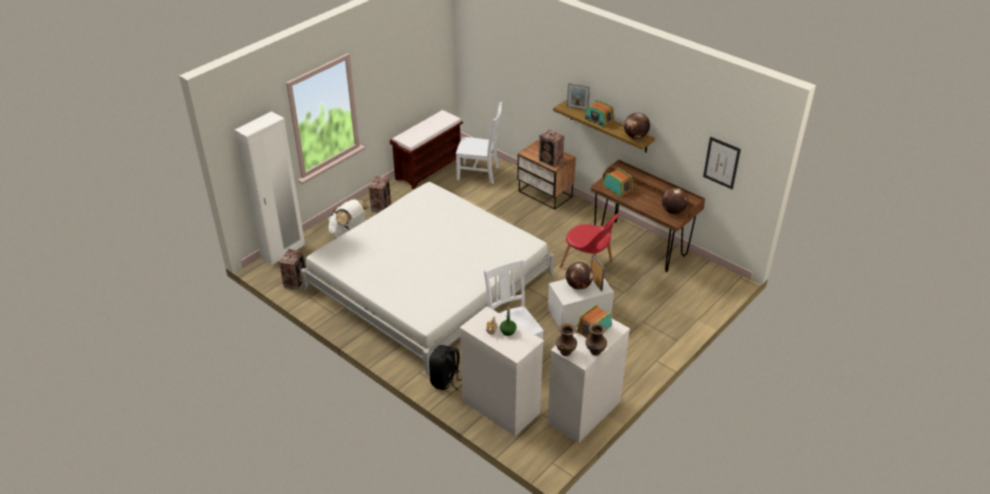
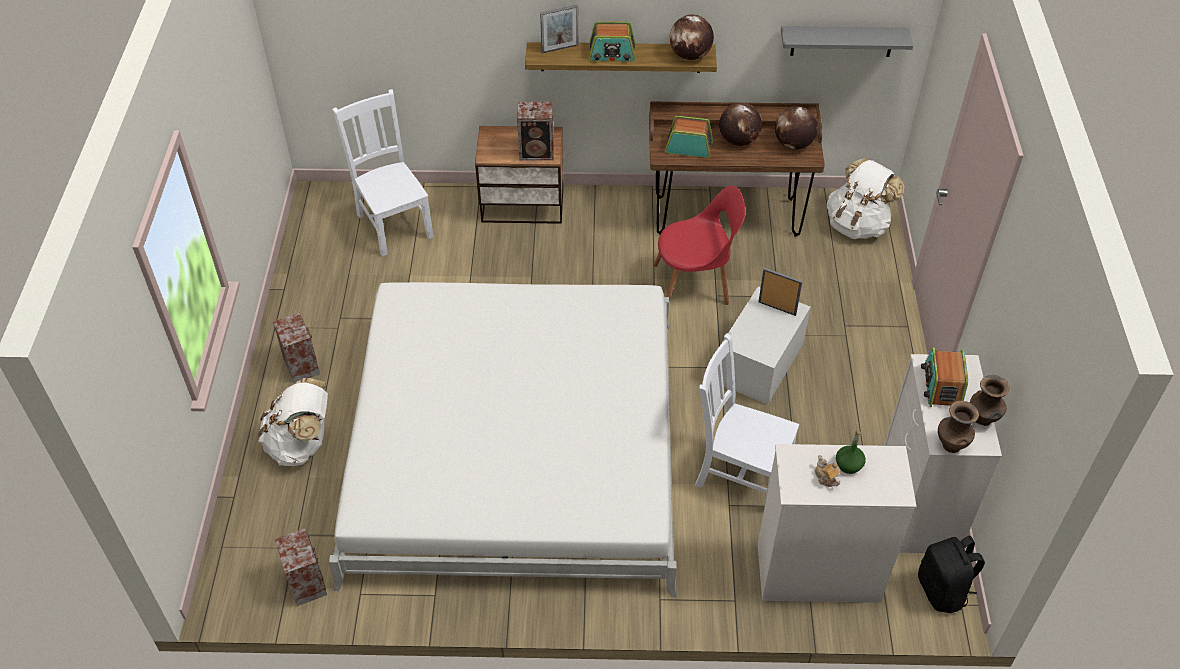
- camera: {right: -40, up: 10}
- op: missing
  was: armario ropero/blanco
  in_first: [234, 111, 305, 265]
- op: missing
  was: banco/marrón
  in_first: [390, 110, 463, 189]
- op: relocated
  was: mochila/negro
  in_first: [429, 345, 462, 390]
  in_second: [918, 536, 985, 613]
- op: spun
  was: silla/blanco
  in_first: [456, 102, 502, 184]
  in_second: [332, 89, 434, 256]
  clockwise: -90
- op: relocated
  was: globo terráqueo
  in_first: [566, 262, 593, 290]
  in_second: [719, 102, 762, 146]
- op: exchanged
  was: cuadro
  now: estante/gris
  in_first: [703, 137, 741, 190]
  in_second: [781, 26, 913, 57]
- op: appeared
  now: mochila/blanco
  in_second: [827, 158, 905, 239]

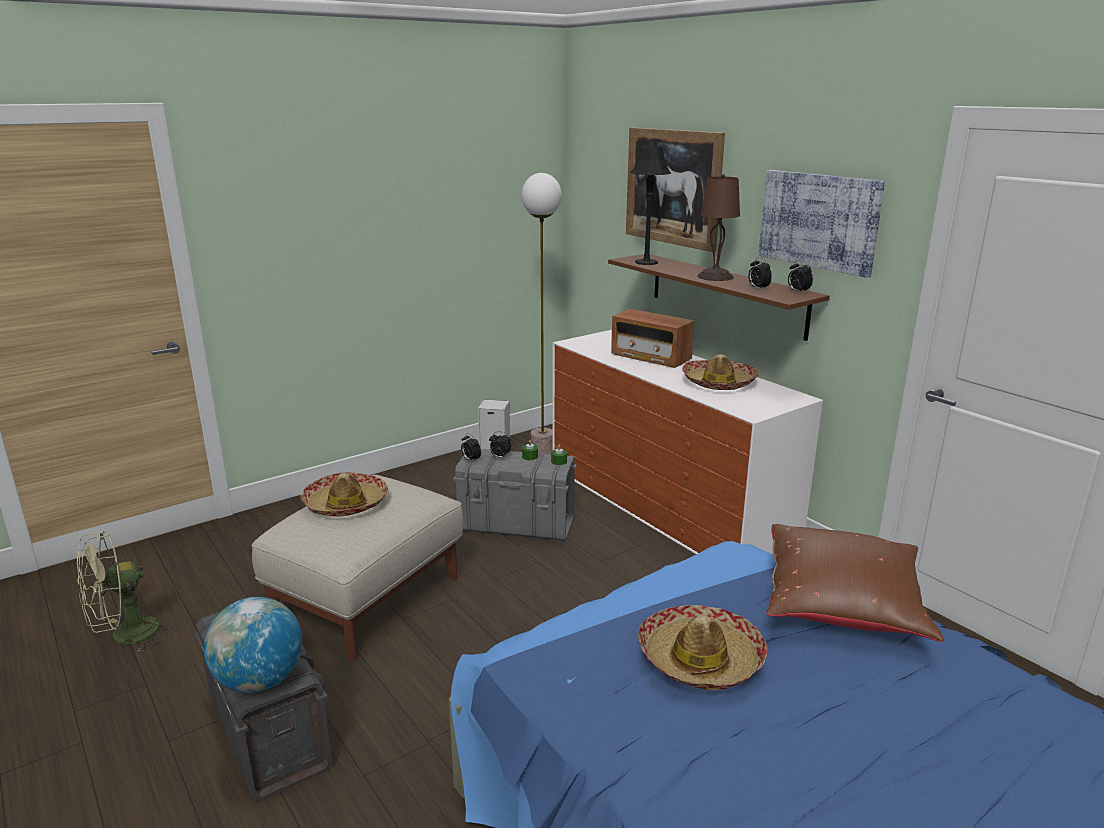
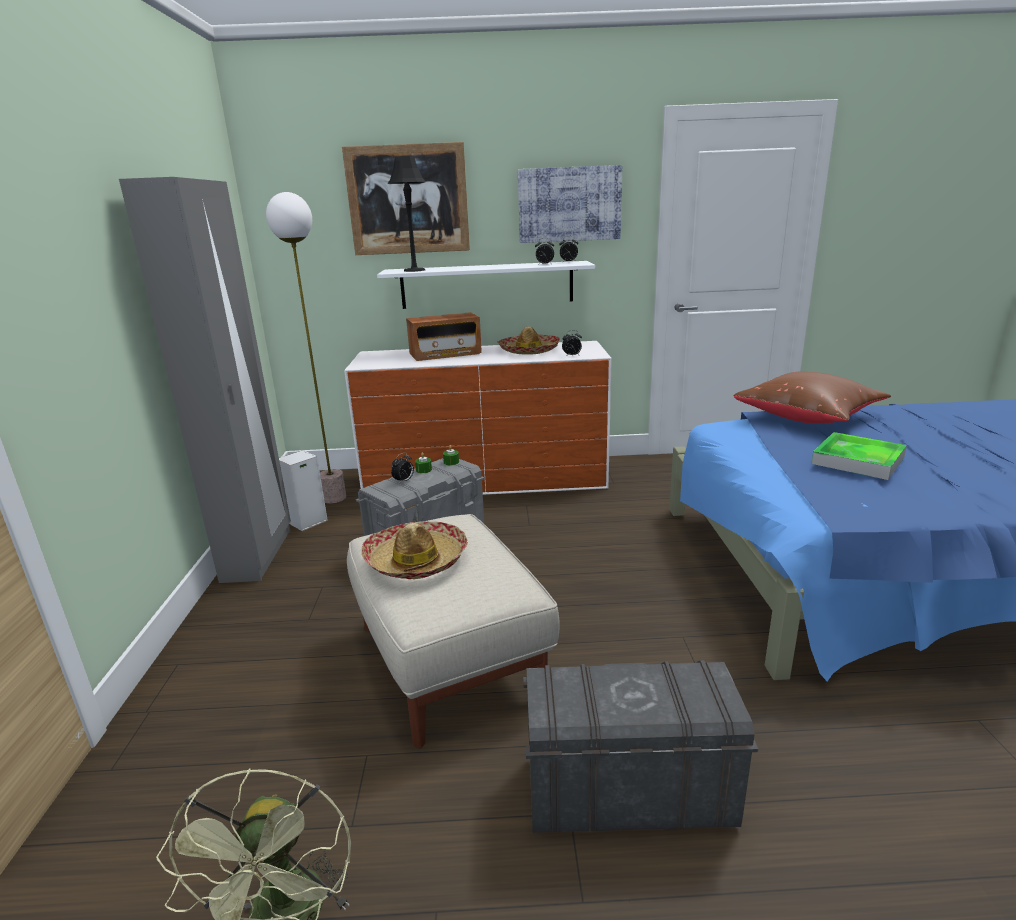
- camera: {right: -55, up: 0}
- op: missing
  was: globo terráqueo
  in_first: [204, 597, 302, 693]
- op: relocated
  was: despertador
  in_first: [461, 433, 481, 462]
  in_second: [562, 330, 582, 357]
- op: colour
  was: estante/marrón
  now: estante/blanco
  in_first: [608, 254, 830, 341]
  in_second: [377, 261, 595, 309]
- op: exchanged
  was: sombrero
  now: bandeja
  in_first: [638, 605, 768, 690]
  in_second: [811, 432, 907, 480]
- op: missing
  was: lámpara de mesa/marrón
  in_first: [697, 174, 740, 281]
- op: appeared
  now: armario ropero/gris
  in_second: [119, 177, 291, 583]

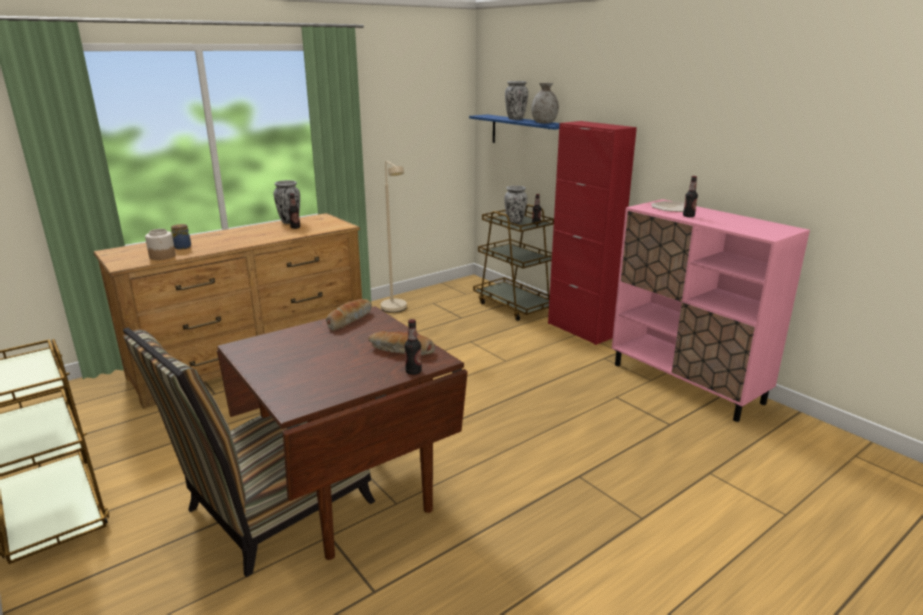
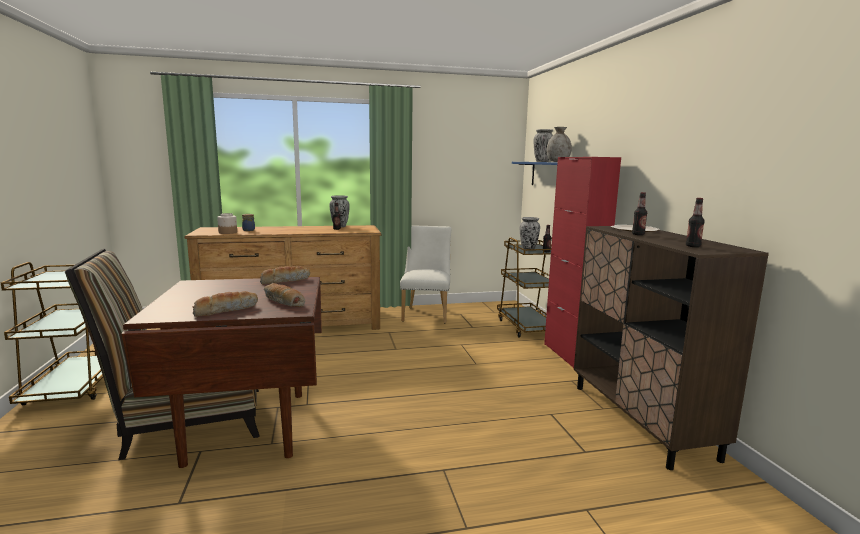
- camera: {right: 25, up: -10}
- op: exchanged
  was: lámpara de pie/beis
  now: silla/blanco
  in_first: [381, 161, 407, 313]
  in_second: [400, 225, 452, 323]
- op: relocated
  was: botella
  in_first: [404, 319, 422, 375]
  in_second: [686, 198, 705, 247]
- op: colour
  was: armario/rosa
  now: armario/marrón
  in_first: [612, 199, 810, 422]
  in_second: [574, 226, 769, 470]
- op: appeared
  now: pan
  in_second: [193, 291, 258, 317]

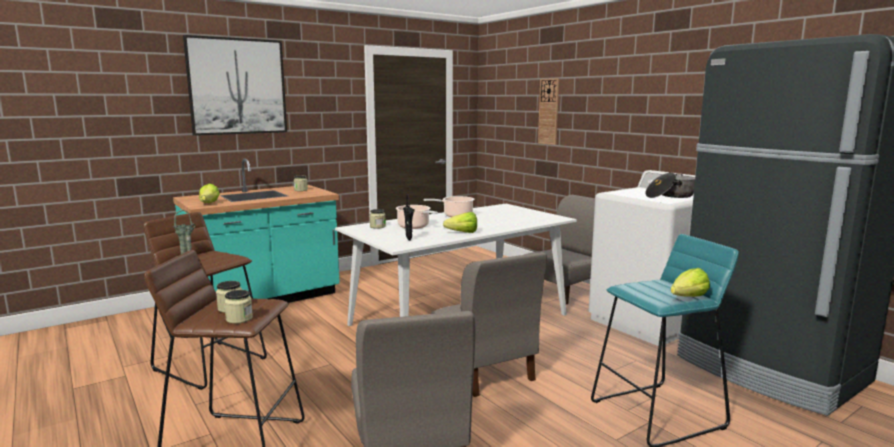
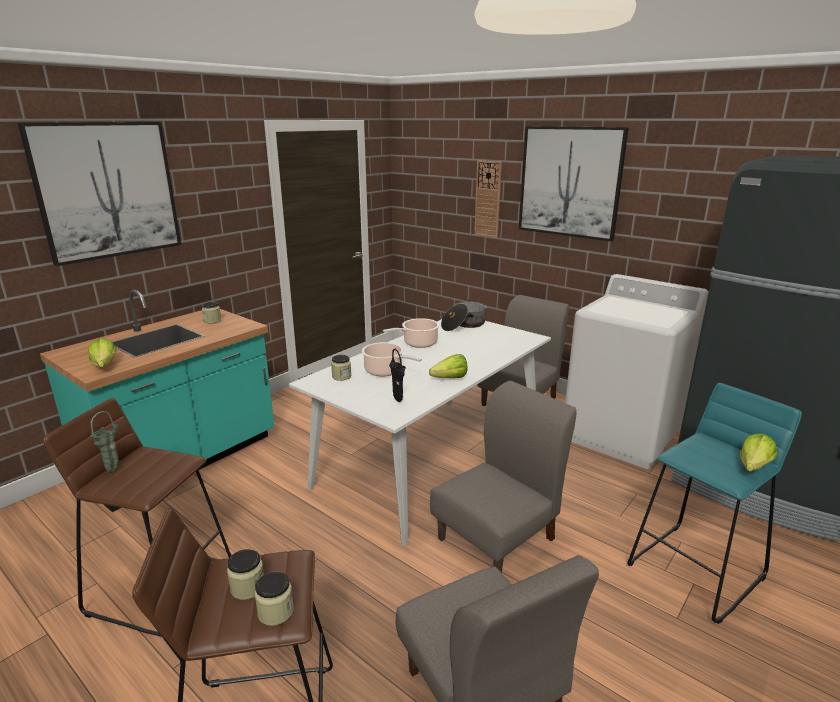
- camera: {right: -15, up: 10}
- op: spun
  was: silla/gris
  in_first: [431, 252, 547, 397]
  in_second: [430, 381, 577, 573]
  clockwise: -90
- op: relocated
  was: olla
  in_first: [645, 172, 695, 198]
  in_second: [441, 299, 487, 331]
- op: appeared
  now: cuadro
  in_second: [519, 126, 629, 242]

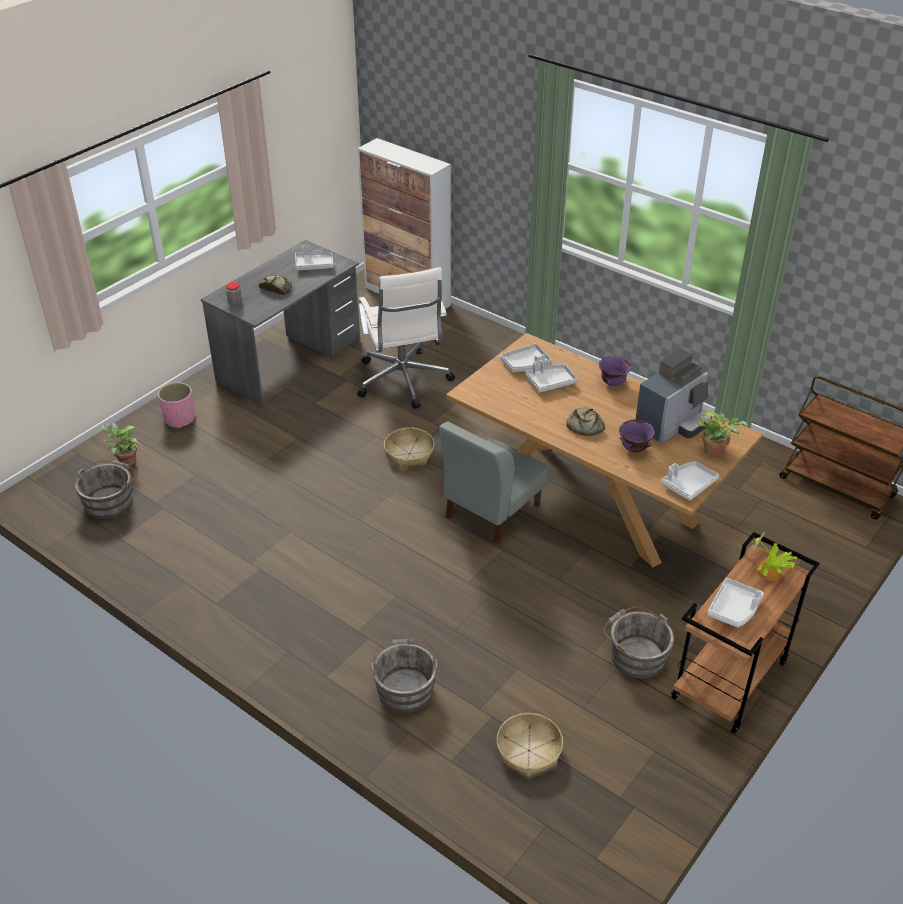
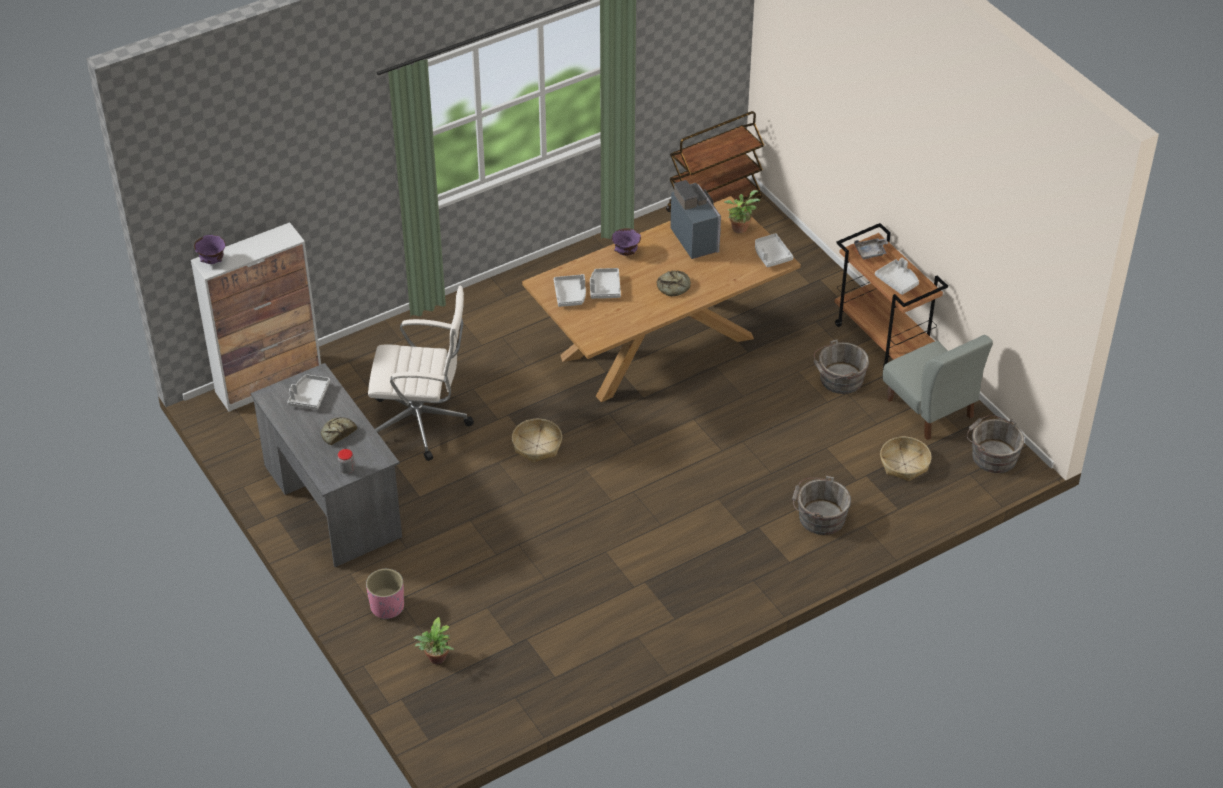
- camera: {right: -70, up: 5}
- op: relocated
  was: cubo/gris
  in_first: [75, 460, 136, 519]
  in_second: [966, 415, 1025, 473]
- op: relocated
  was: silla/gris
  in_first: [439, 421, 549, 544]
  in_second: [883, 335, 993, 440]
- op: relocated
  was: cuenco/morado
  in_first: [619, 420, 655, 453]
  in_second: [194, 235, 226, 264]
- op: exchanged
  was: planta en maceta
  now: bandeja/gris
  in_first: [752, 532, 798, 581]
  in_second: [854, 238, 889, 260]

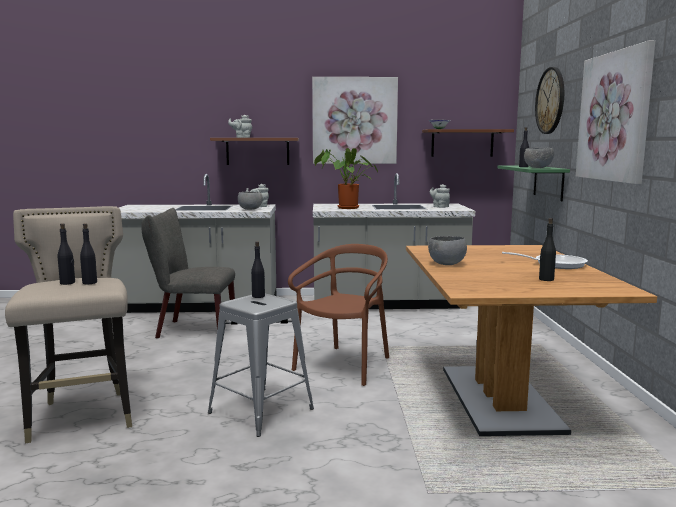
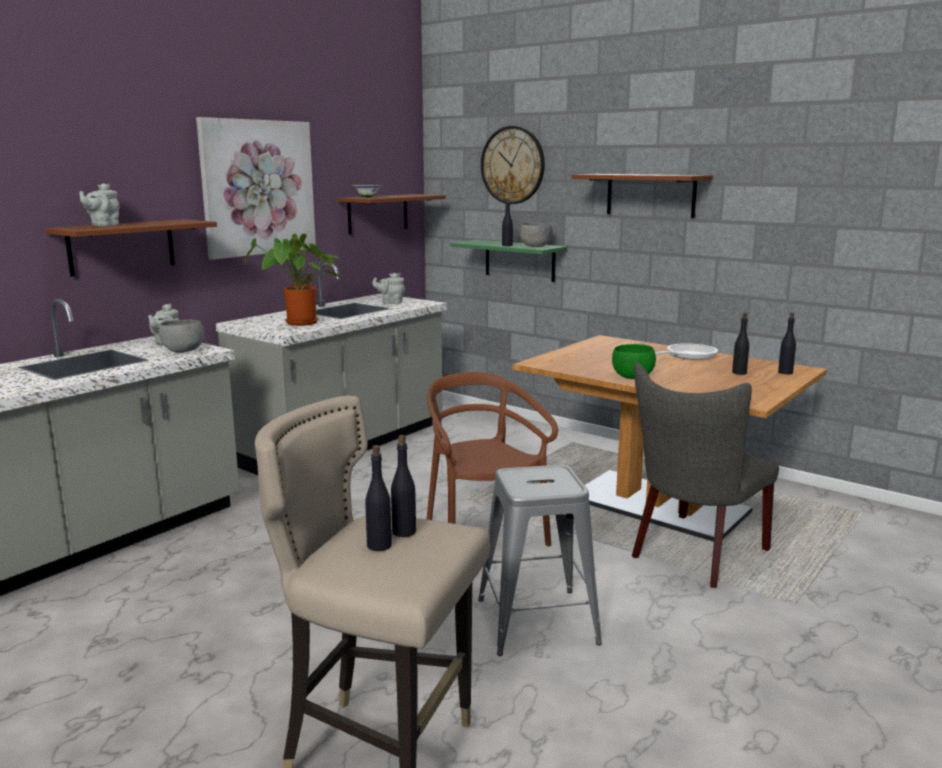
- camera: {right: -50, up: 5}
- op: relocated
  was: silla/gris
  in_first: [141, 208, 235, 338]
  in_second: [632, 362, 779, 588]
- op: relocated
  was: botella/negro
  in_first: [251, 241, 265, 298]
  in_second: [778, 313, 796, 374]
- op: colour
  was: cuenco/gris
  now: cuenco/verde
  in_first: [428, 236, 467, 265]
  in_second: [612, 344, 656, 379]
- op: exchanged
  was: cuadro
  now: estante/marrón
  in_first: [576, 40, 655, 184]
  in_second: [571, 174, 713, 218]

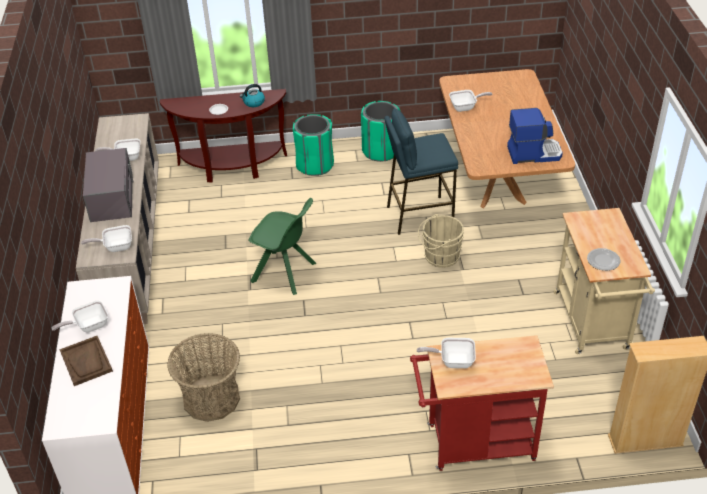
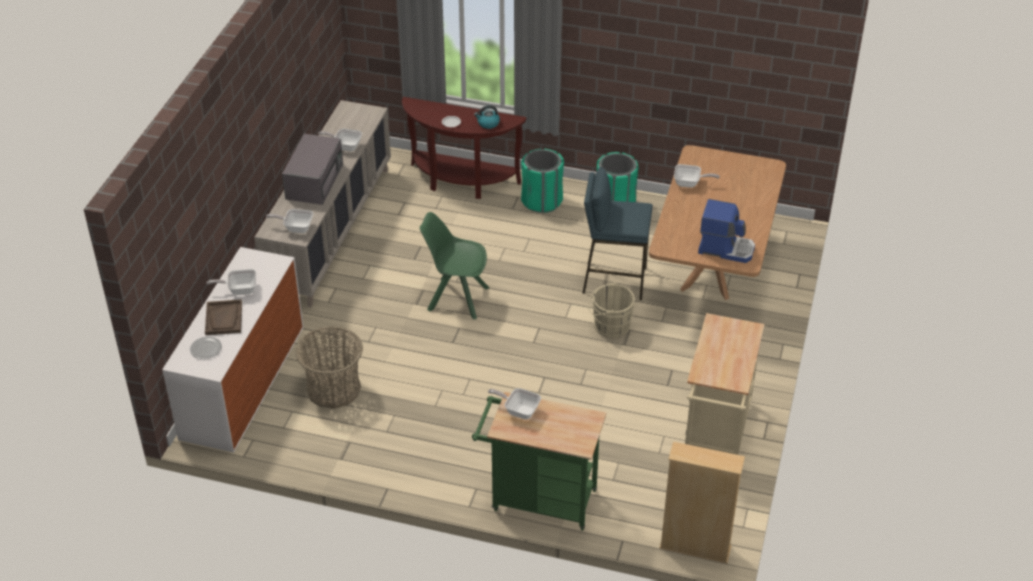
- camera: {right: 20, up: 0}
- op: spun
  was: silla/verde
  in_first: [248, 198, 317, 295]
  in_second: [420, 212, 489, 320]
  clockwise: 150
- op: colour
  was: carrito/rojo
  now: carrito/verde
  in_first: [410, 335, 554, 471]
  in_second: [472, 392, 606, 530]
- op: relocated
  was: plato
  in_first: [587, 248, 620, 271]
  in_second: [190, 337, 222, 359]

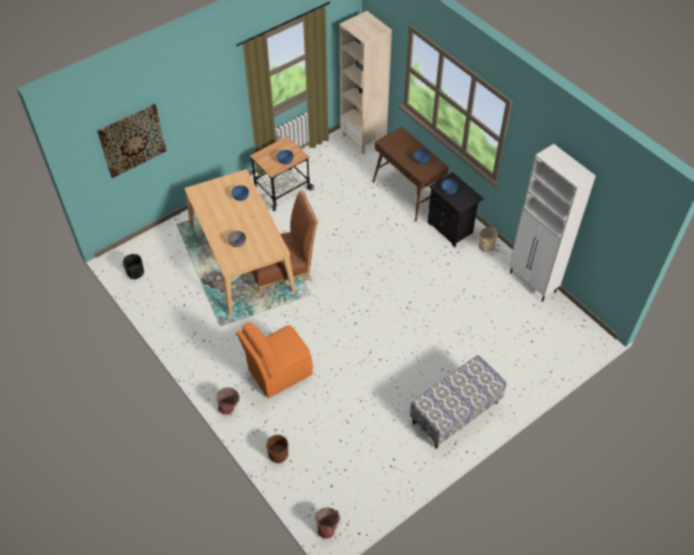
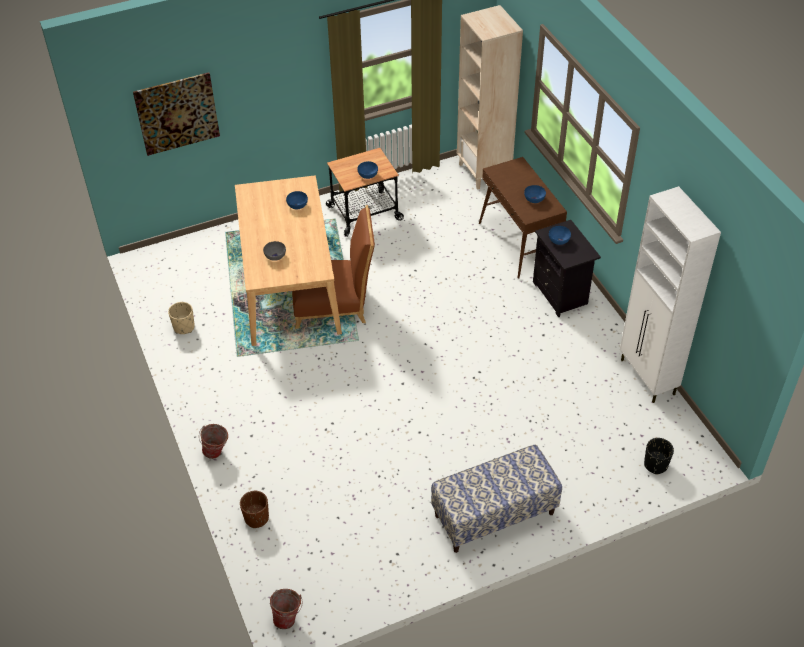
- camera: {right: 15, up: -5}
- op: relocated
  was: maceta/negro
  in_first: [123, 254, 144, 279]
  in_second: [644, 438, 674, 475]
- op: missing
  was: silla/naranja
  in_first: [237, 322, 313, 398]
- op: relocated
  was: maceta/beis
  in_first: [478, 227, 498, 252]
  in_second: [168, 302, 195, 334]

